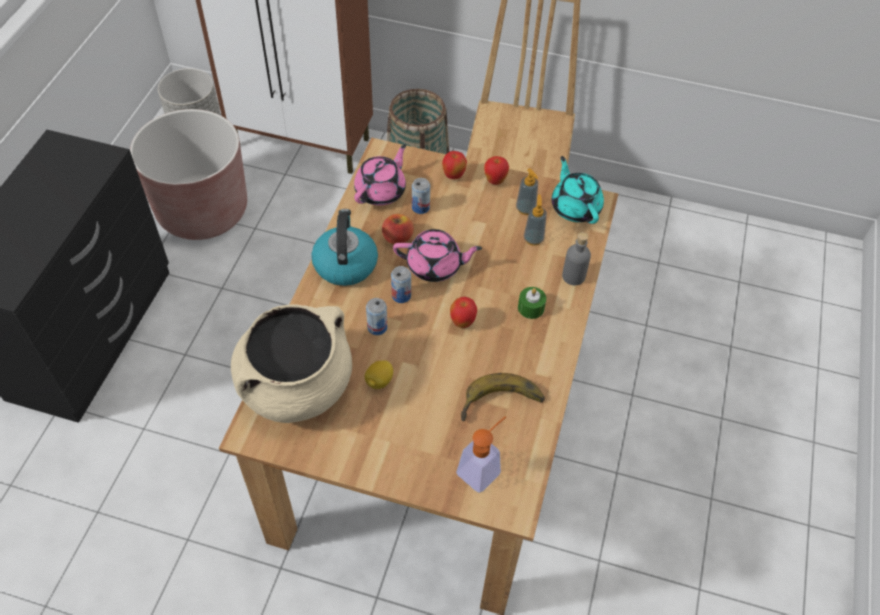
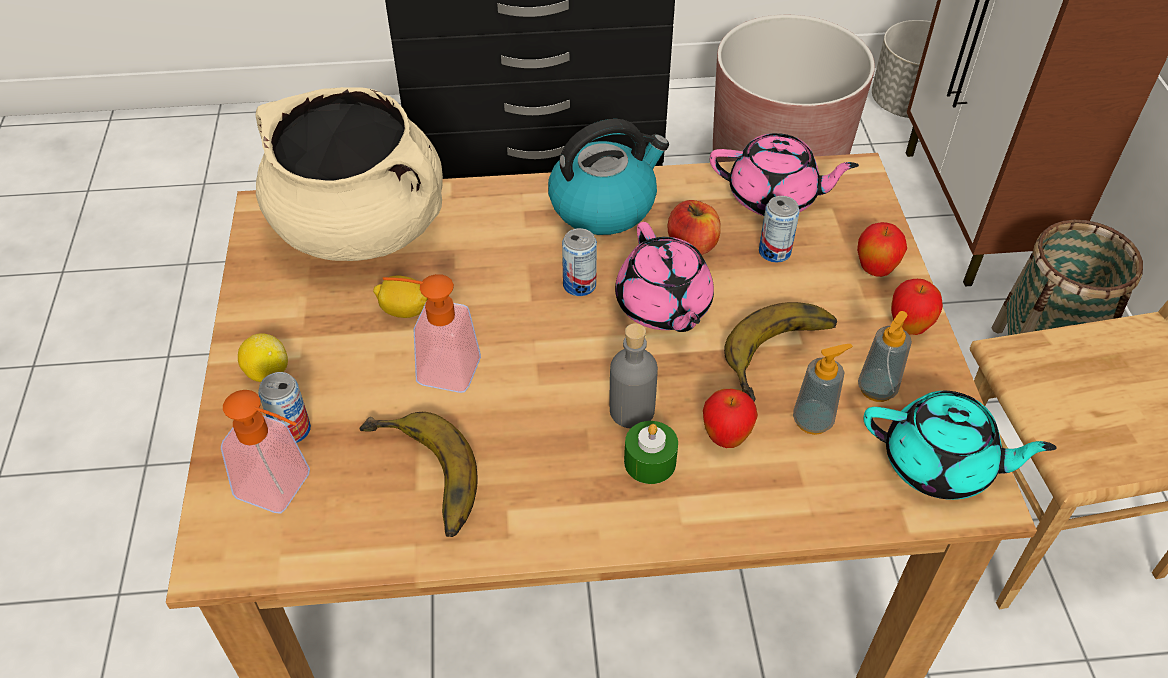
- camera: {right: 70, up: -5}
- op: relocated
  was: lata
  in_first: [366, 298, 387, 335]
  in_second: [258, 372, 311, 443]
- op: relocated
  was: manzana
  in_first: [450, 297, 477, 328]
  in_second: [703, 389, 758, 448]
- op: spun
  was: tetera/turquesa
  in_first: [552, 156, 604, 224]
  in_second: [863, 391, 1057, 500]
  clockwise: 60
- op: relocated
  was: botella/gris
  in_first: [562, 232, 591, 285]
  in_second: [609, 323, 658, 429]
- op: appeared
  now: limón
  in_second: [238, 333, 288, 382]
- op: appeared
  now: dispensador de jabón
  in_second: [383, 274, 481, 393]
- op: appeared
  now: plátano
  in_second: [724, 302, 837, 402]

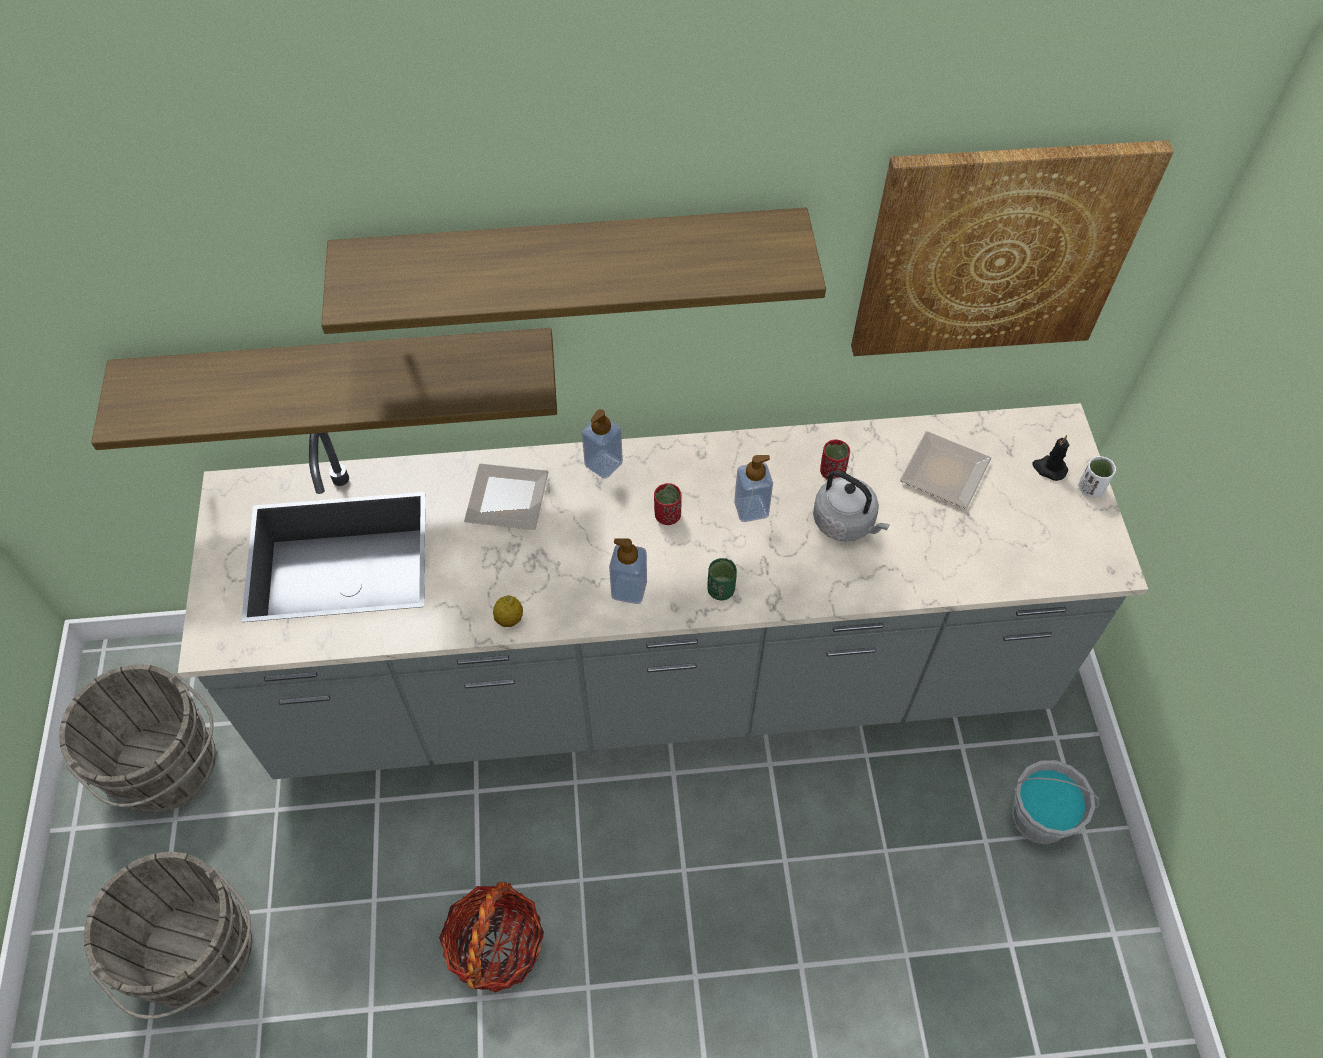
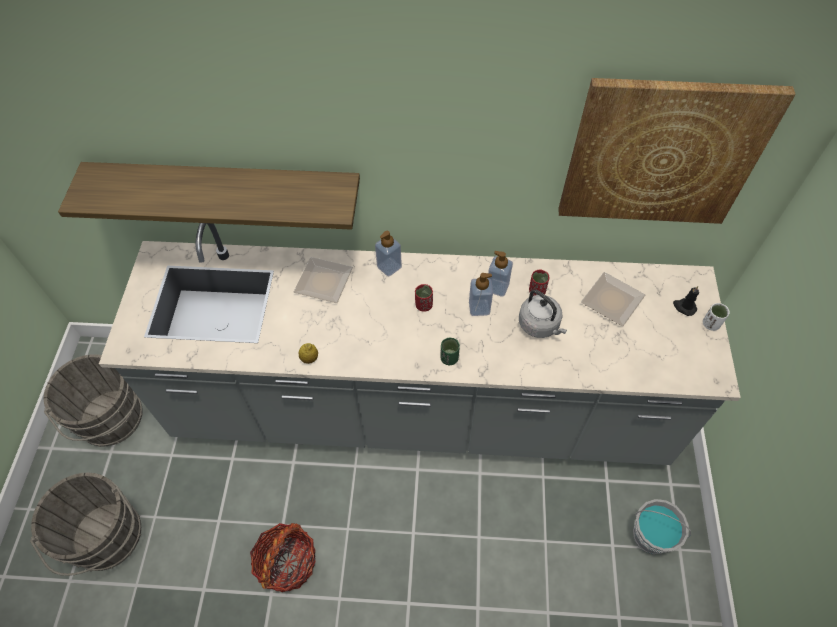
- camera: {right: 10, up: 0}
- op: missing
  was: estante
  in_first: [321, 208, 826, 334]
- op: relocated
  was: dispensador de jabón
  in_first: [609, 538, 647, 604]
  in_second: [488, 251, 513, 297]

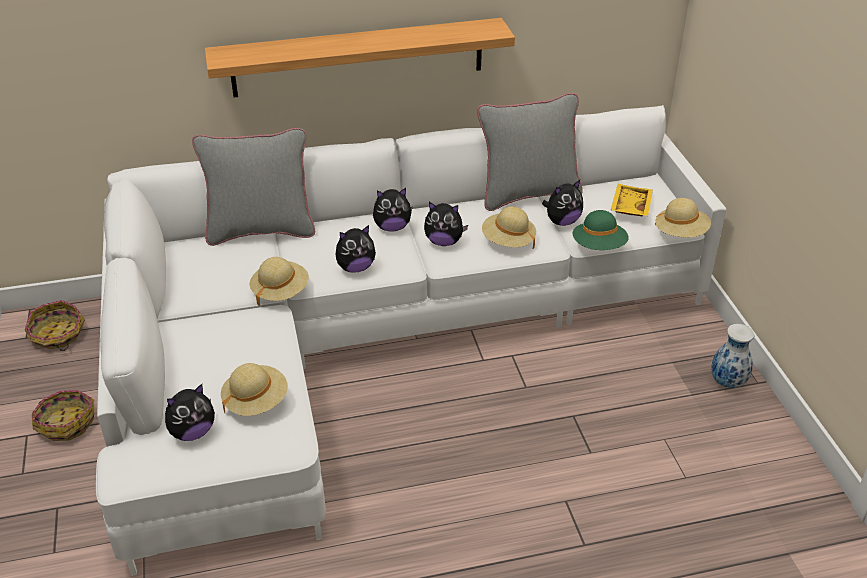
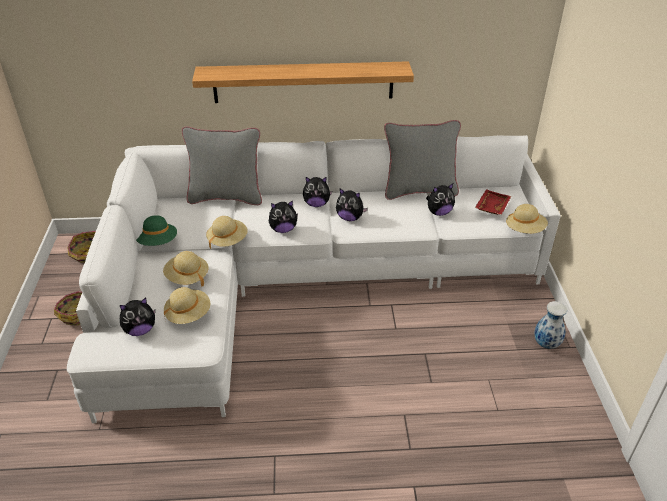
- camera: {right: 10, up: 0}
- op: relocated
  was: sombrero/beis
  in_first: [482, 207, 536, 249]
  in_second: [163, 251, 209, 287]
- op: relocated
  was: sombrero/verde
  in_first: [573, 210, 629, 250]
  in_second: [136, 215, 177, 246]
- op: colour
  was: bandeja/amarillo
  now: bandeja/rojo
  in_first: [611, 184, 653, 216]
  in_second: [475, 189, 511, 215]

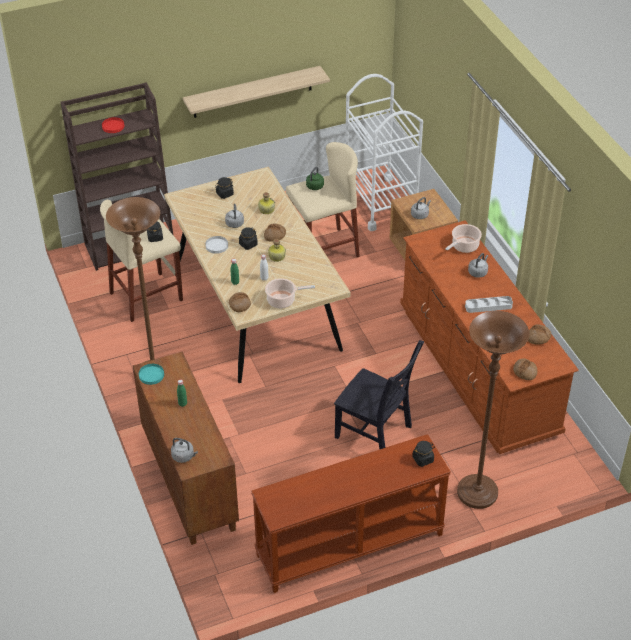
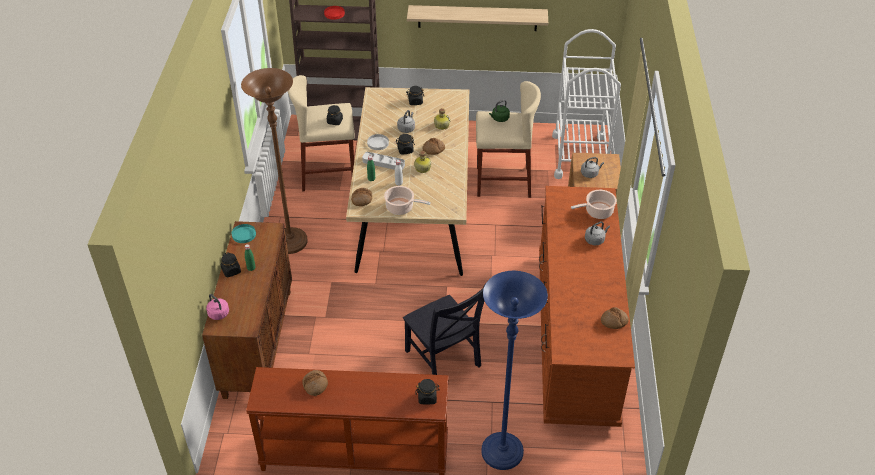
- camera: {right: 25, up: 0}
- op: colour
  was: hervidor/gris
  now: hervidor/rosa
  in_first: [171, 438, 198, 463]
  in_second: [206, 294, 229, 320]
- op: colour
  was: lámpara de pie/marrón
  now: lámpara de pie/azul
  in_first: [457, 311, 529, 509]
  in_second: [481, 271, 548, 470]
- op: relocated
  was: bandeja/gris
  in_first: [465, 296, 513, 313]
  in_second: [362, 152, 405, 170]
- op: relocated
  was: pan
  in_first: [513, 358, 538, 380]
  in_second: [302, 370, 328, 396]
- op: appeared
  now: tarro/negro
  in_second: [221, 252, 241, 277]

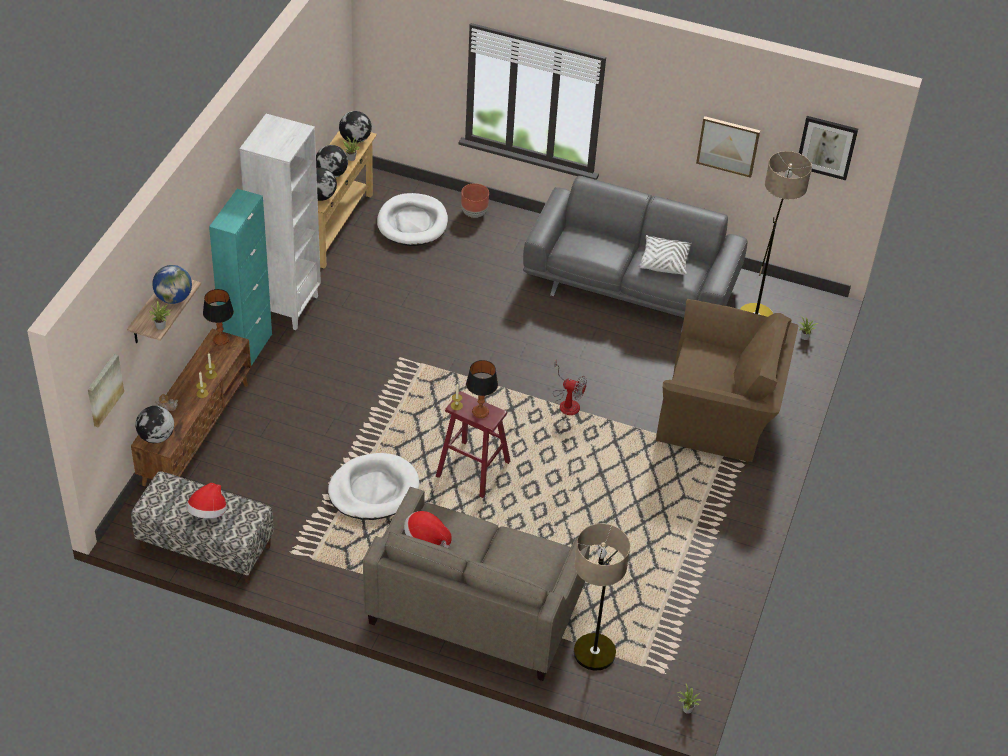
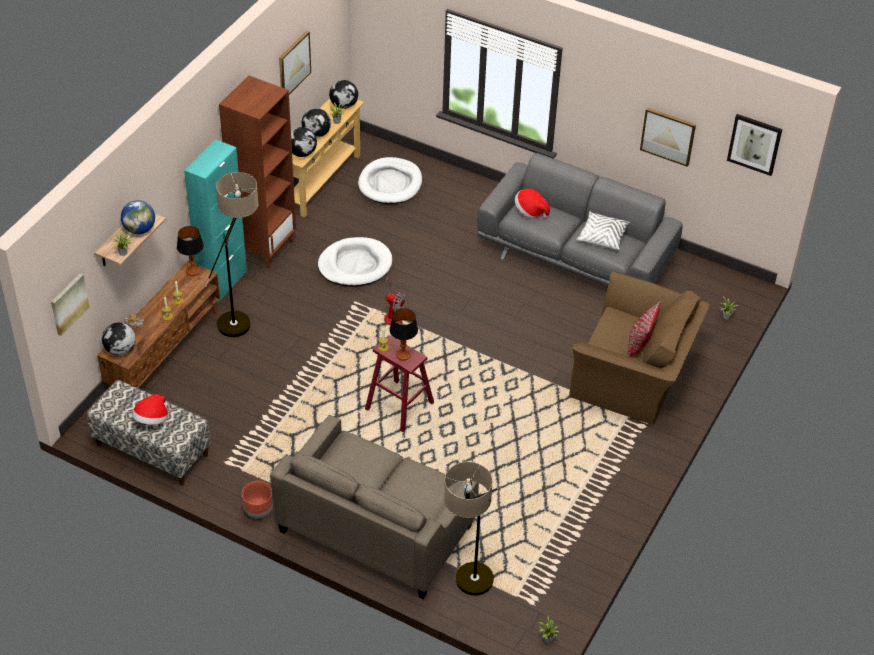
- camera: {right: 10, up: 0}
- op: colour
  was: estantería/blanco
  now: estantería/marrón
  in_first: [239, 114, 321, 330]
  in_second: [219, 76, 296, 269]
- op: relocated
  was: cama para perro/blanco
  in_first: [328, 453, 419, 520]
  in_second: [318, 237, 392, 287]
- op: relocated
  was: sombrero
  in_first: [404, 511, 452, 548]
  in_second: [515, 188, 550, 219]
- op: relocated
  was: maceta/marrón
  in_first: [461, 183, 489, 218]
  in_second: [242, 481, 273, 518]
- op: relocated
  was: ventilador
  in_first: [553, 359, 587, 415]
  in_second: [381, 276, 407, 325]
- op: relocated
  was: lámpara de pie
  in_first: [740, 151, 812, 317]
  in_second: [205, 172, 258, 337]
- op: appeared
  now: cuadro
  in_second: [279, 31, 311, 95]
- op: appeared
  now: cojín/rojo
  in_second: [628, 302, 661, 357]

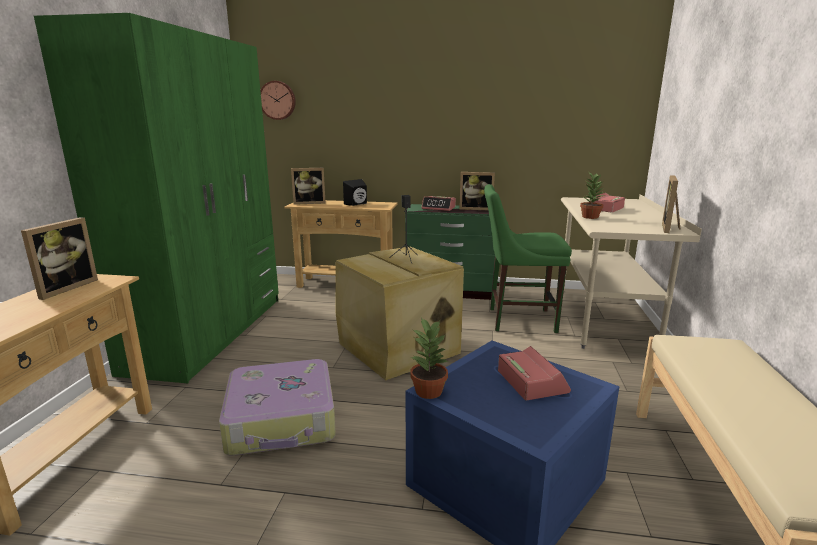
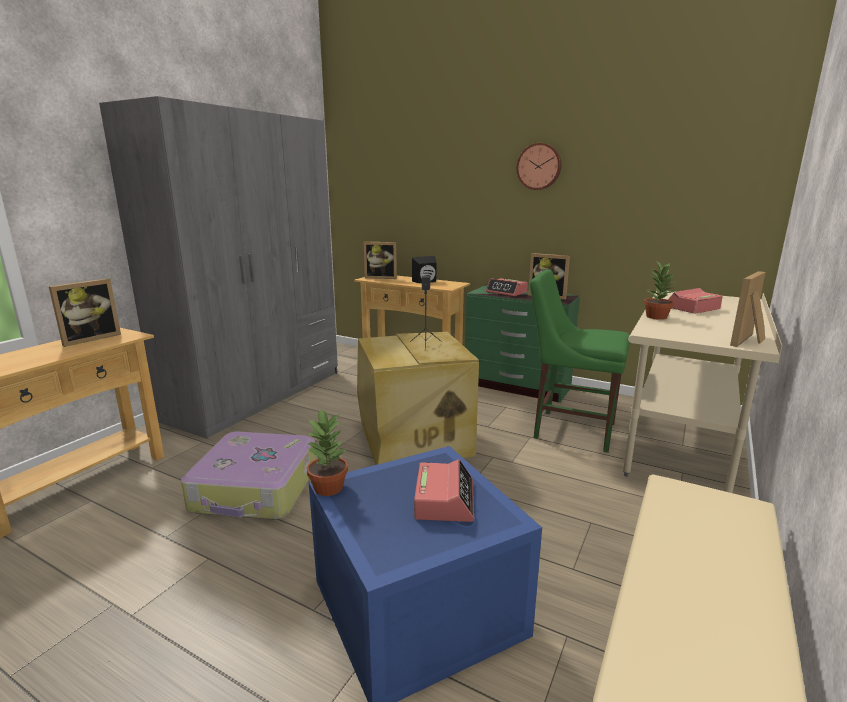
- camera: {right: 20, up: 0}
- op: colour
  was: armario ropero/verde
  now: armario ropero/gris
  in_first: [34, 13, 279, 383]
  in_second: [99, 96, 338, 439]
- op: relocated
  was: reloj de pared
  in_first: [260, 81, 296, 120]
  in_second: [516, 143, 561, 190]

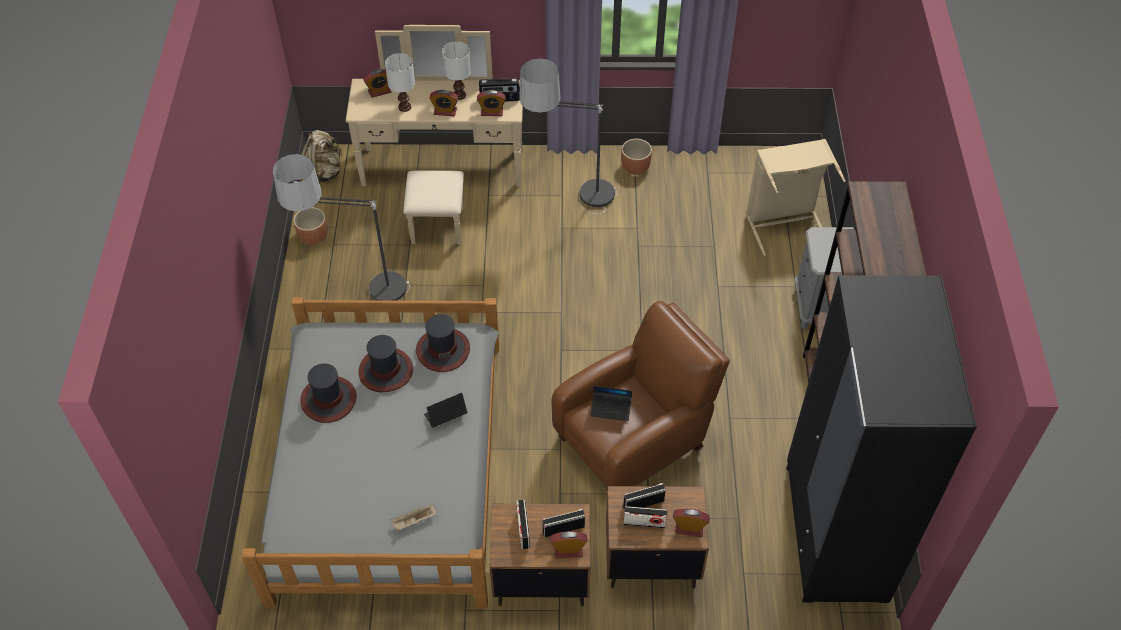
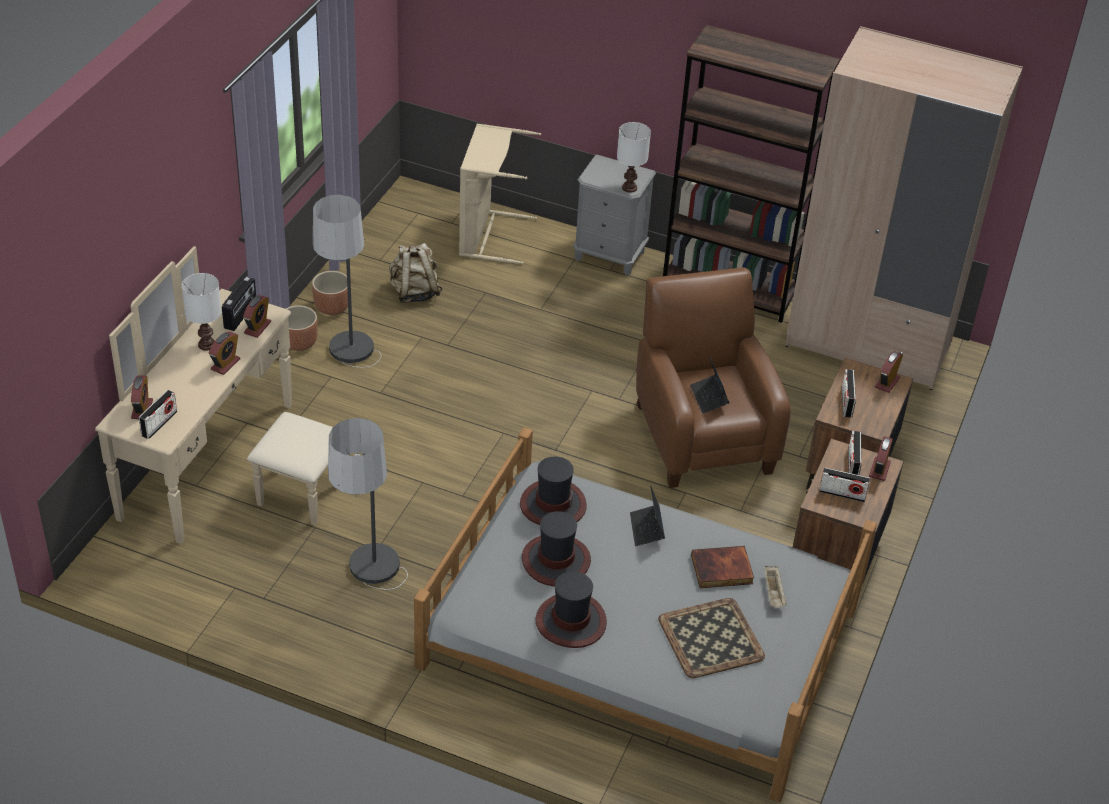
- camera: {right: -70, up: -10}
- op: relocated
  was: maceta/marrón
  in_first: [293, 207, 327, 245]
  in_second: [286, 305, 317, 351]
- op: relocated
  was: mochila/beis
  in_first: [301, 130, 343, 184]
  in_second: [389, 243, 442, 303]
- op: relocated
  was: lámpara de mesa/blanco
  in_first: [385, 53, 415, 112]
  in_second: [617, 122, 651, 193]
- op: spun
  was: portátil
  in_first: [591, 386, 632, 421]
  in_second: [690, 356, 729, 414]
  clockwise: 135
- op: relocated
  was: radio
  in_first: [624, 506, 667, 528]
  in_second: [139, 390, 177, 439]
- op: colour
  was: armario ropero/negro
  now: armario ropero/beis
  in_first: [786, 274, 977, 603]
  in_second: [785, 26, 1023, 390]
- op: appeared
  now: bandeja
  in_second: [658, 598, 765, 678]
- op: appeared
  now: libro
  in_second: [691, 546, 754, 588]

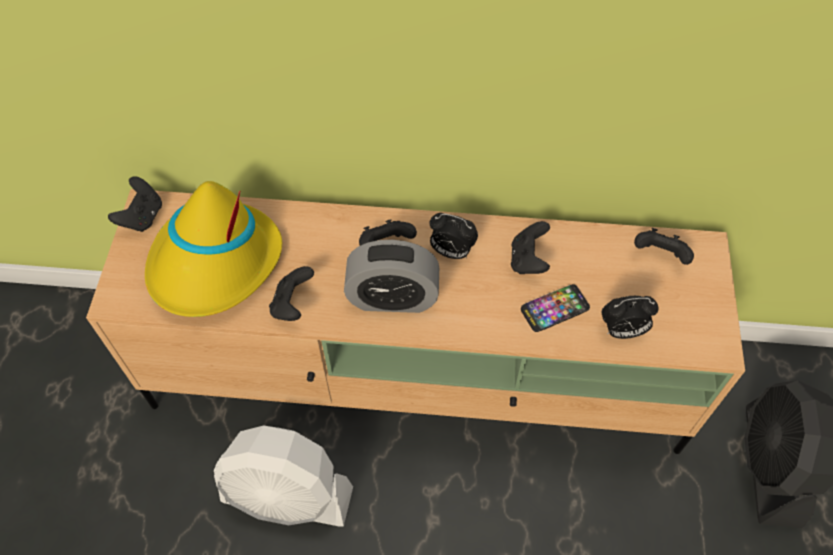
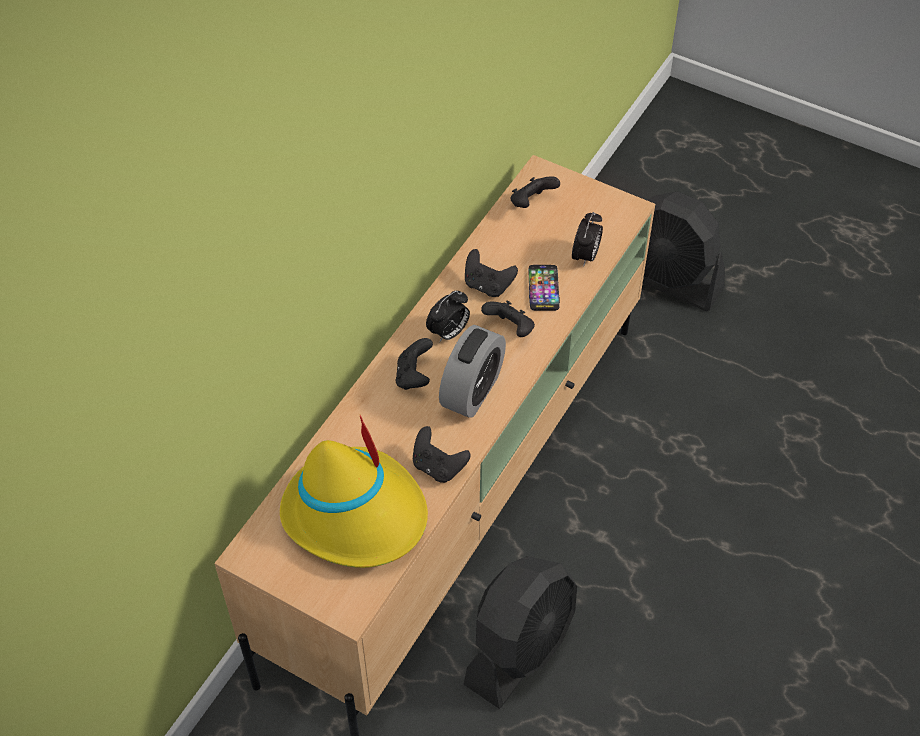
- camera: {right: -65, up: -5}
- op: relocated
  was: mando de consola/negro
  in_first: [108, 176, 162, 232]
  in_second: [481, 301, 535, 337]
- op: colour
  was: ventilador/blanco
  now: ventilador/negro
  in_first: [214, 425, 353, 527]
  in_second: [464, 556, 577, 709]

